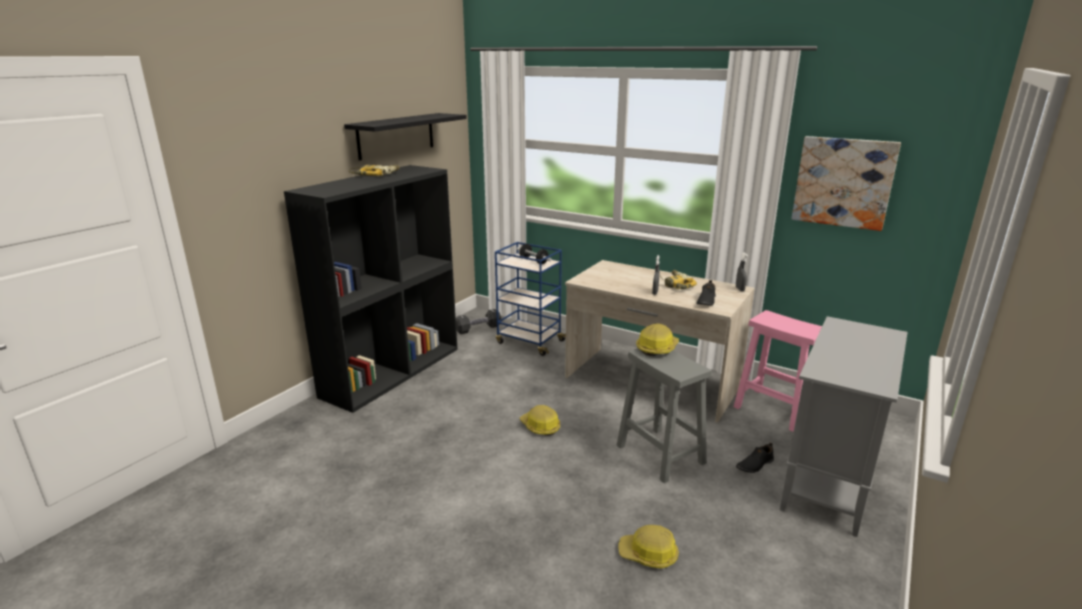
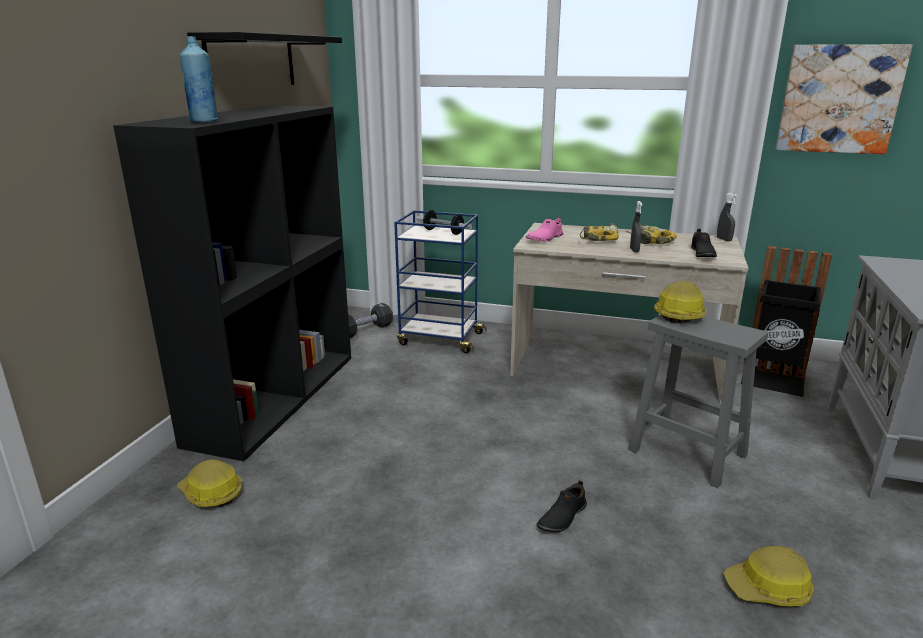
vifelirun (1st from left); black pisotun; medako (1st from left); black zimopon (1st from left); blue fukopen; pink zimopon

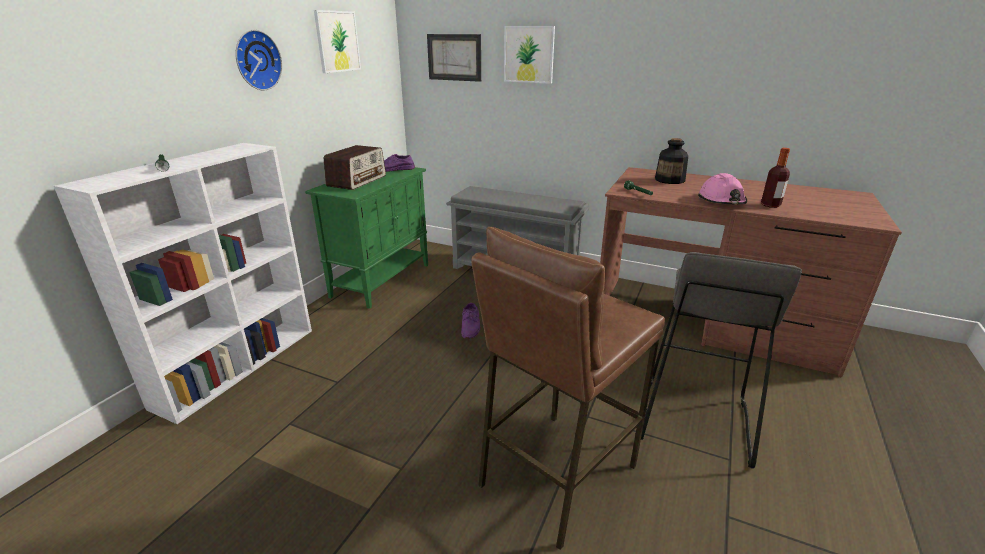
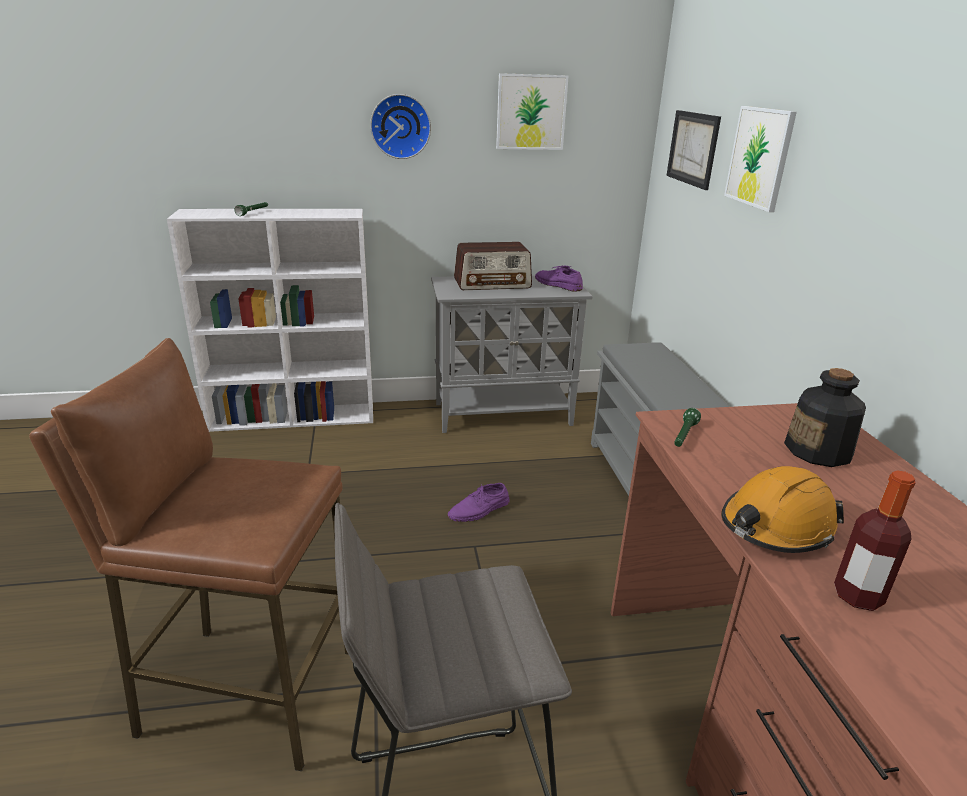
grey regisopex; orange medako

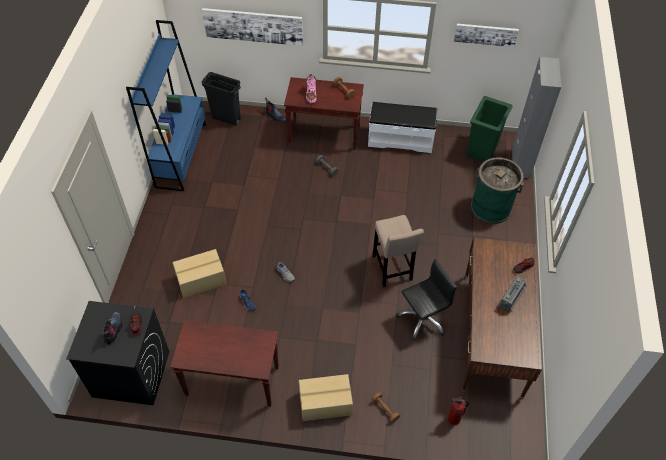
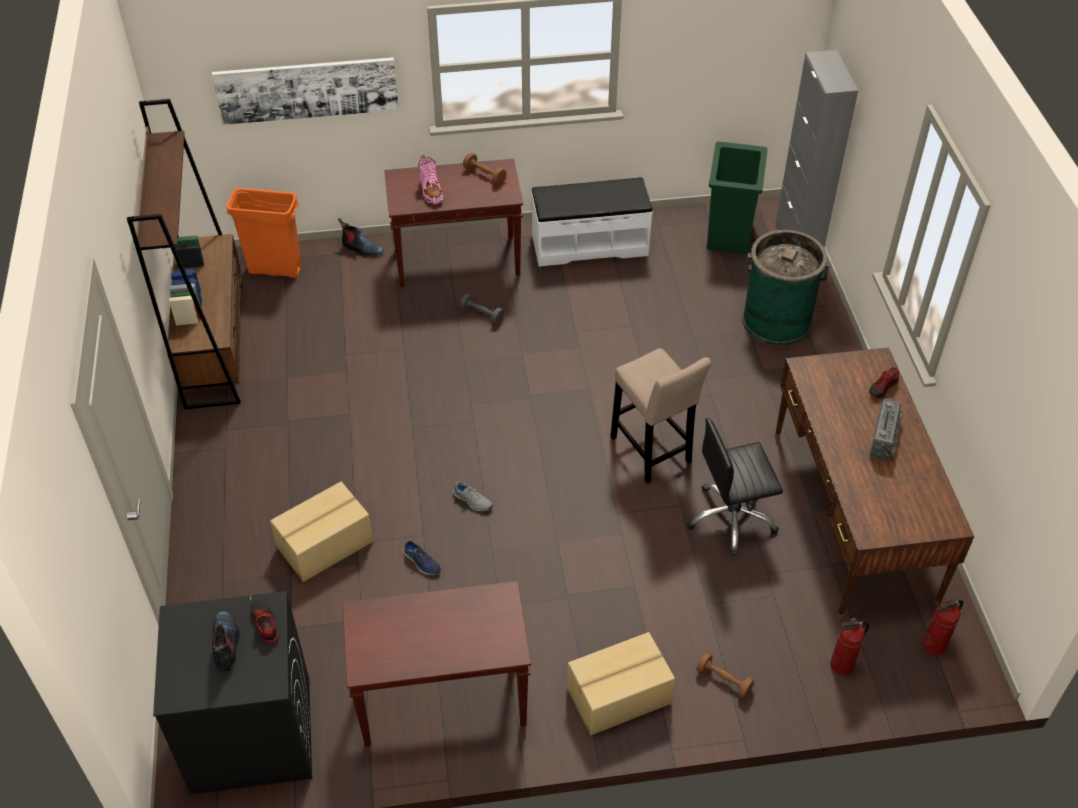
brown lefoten; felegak (2nd from left in the first image); orange pisotun; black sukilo; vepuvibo (2nd from left)

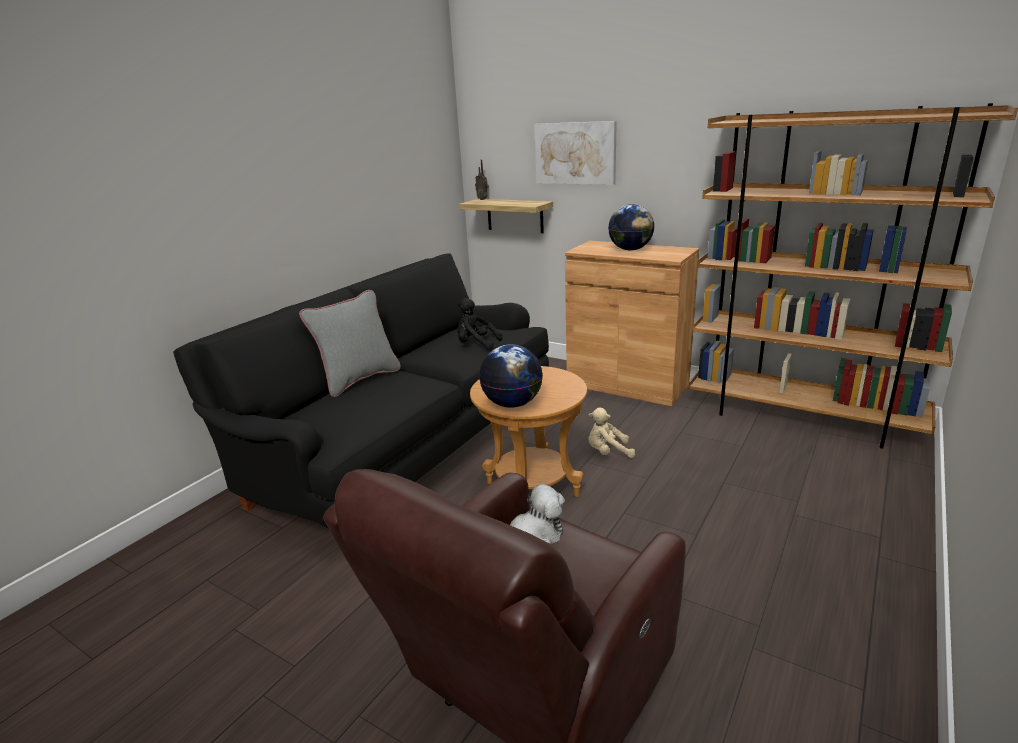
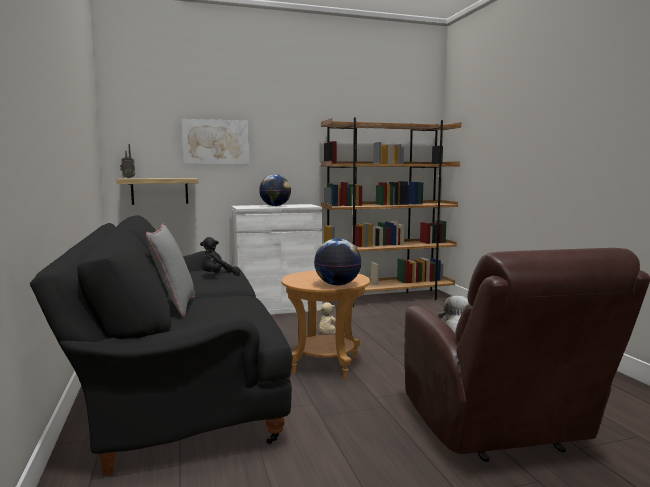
white regisopex

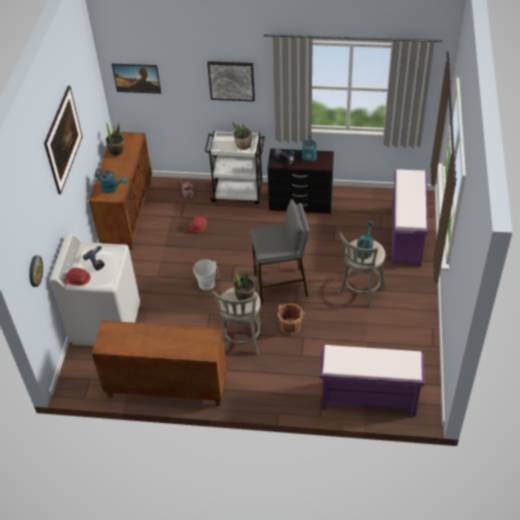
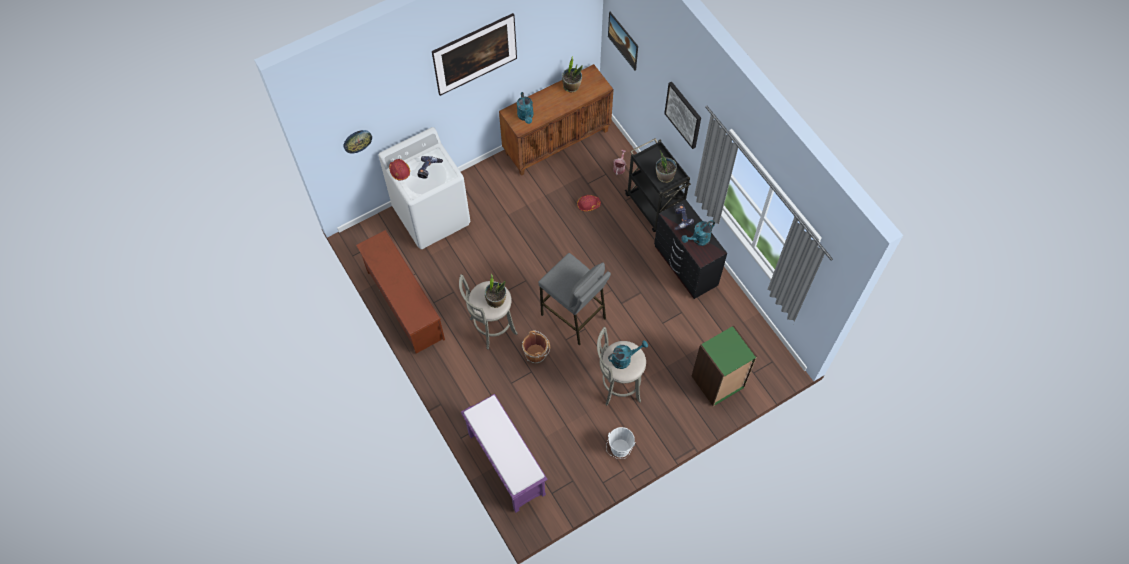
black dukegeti; green lefoten; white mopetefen; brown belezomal

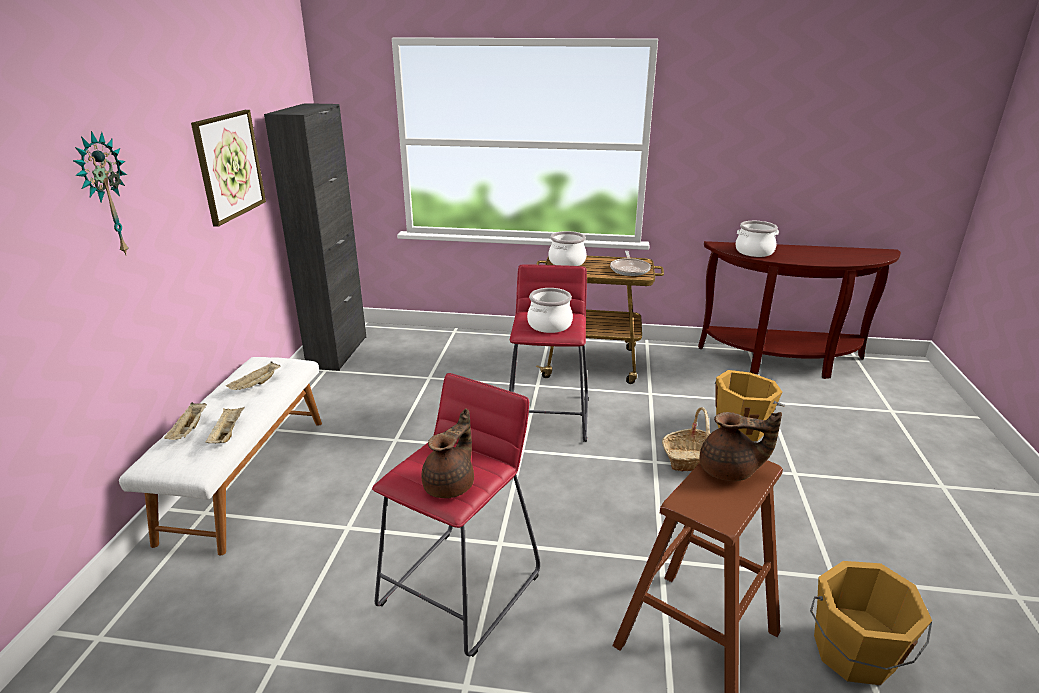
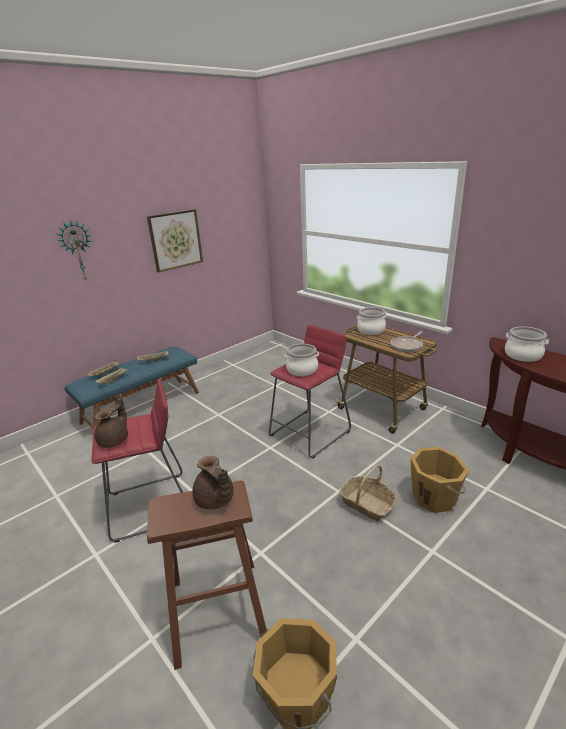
black regisopex; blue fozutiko; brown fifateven (1st from left)

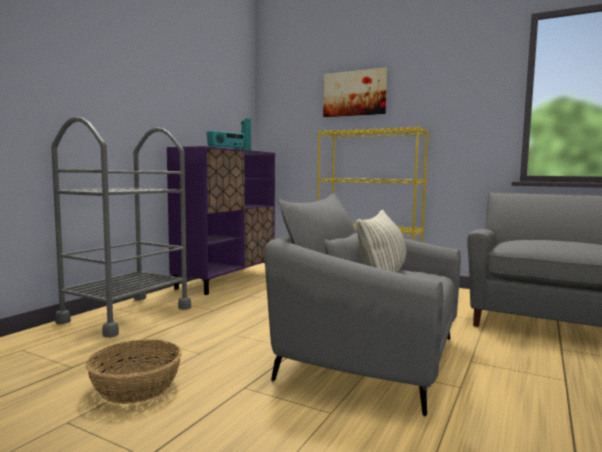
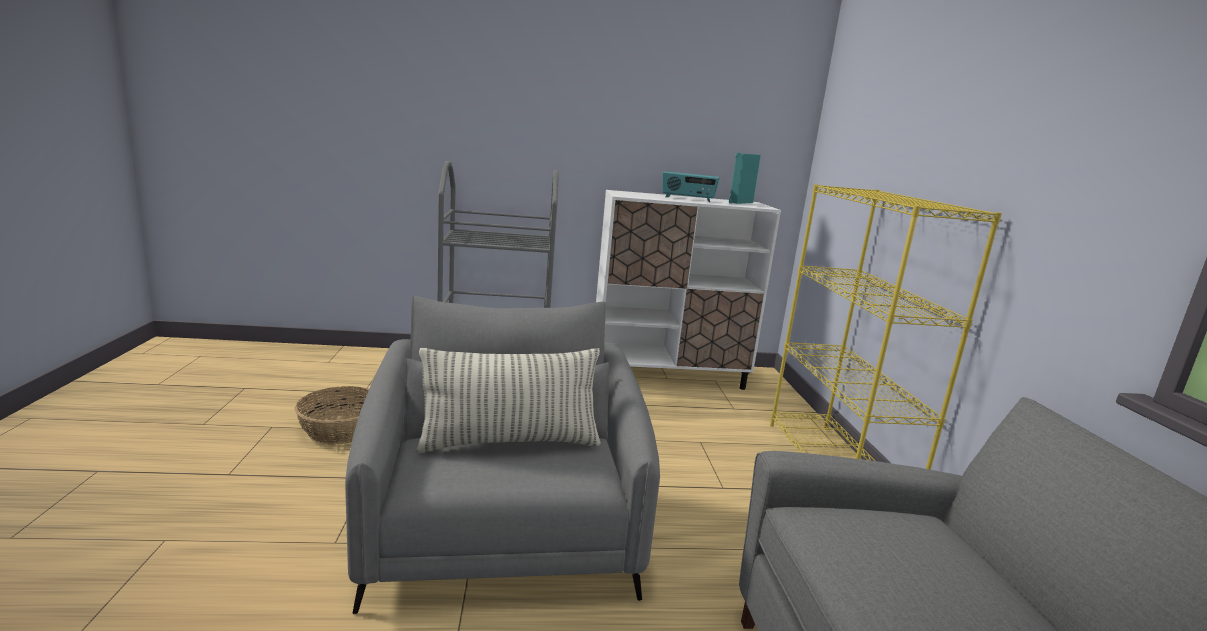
felegak; white regisopex

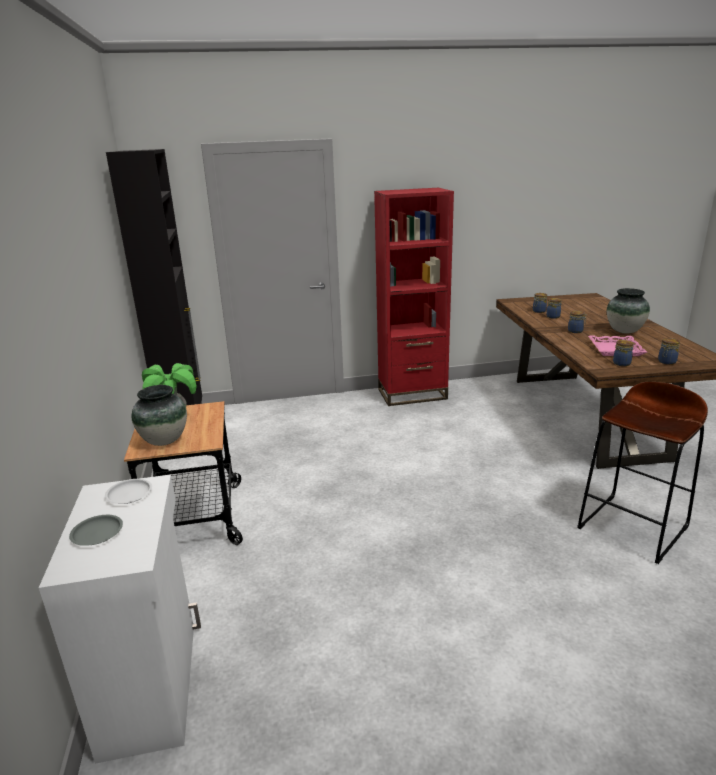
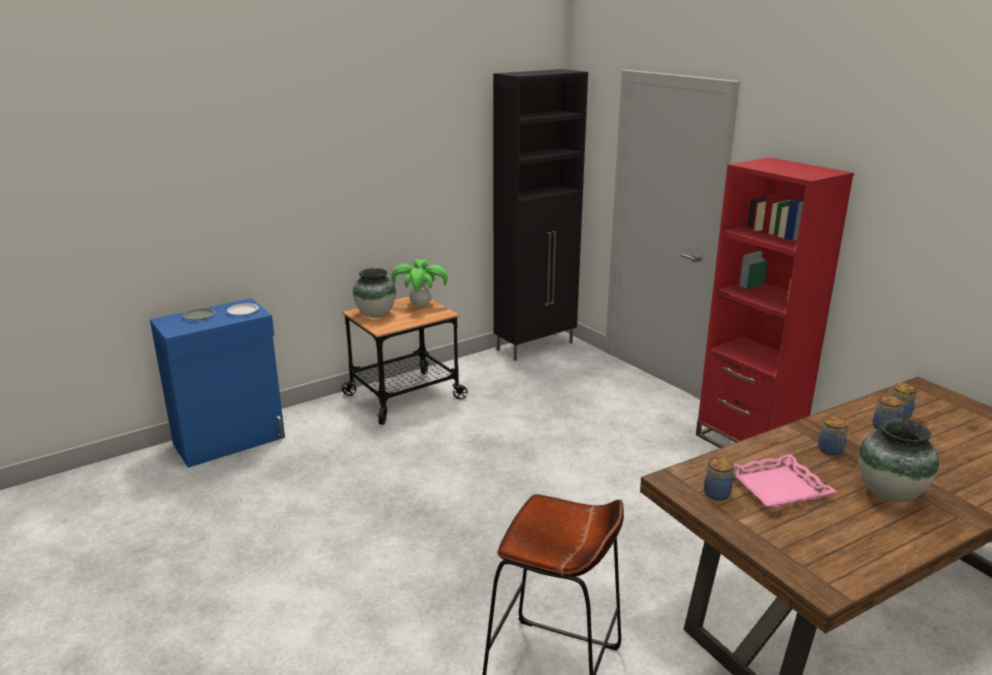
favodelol (5th from left in the first image); blue regisopex

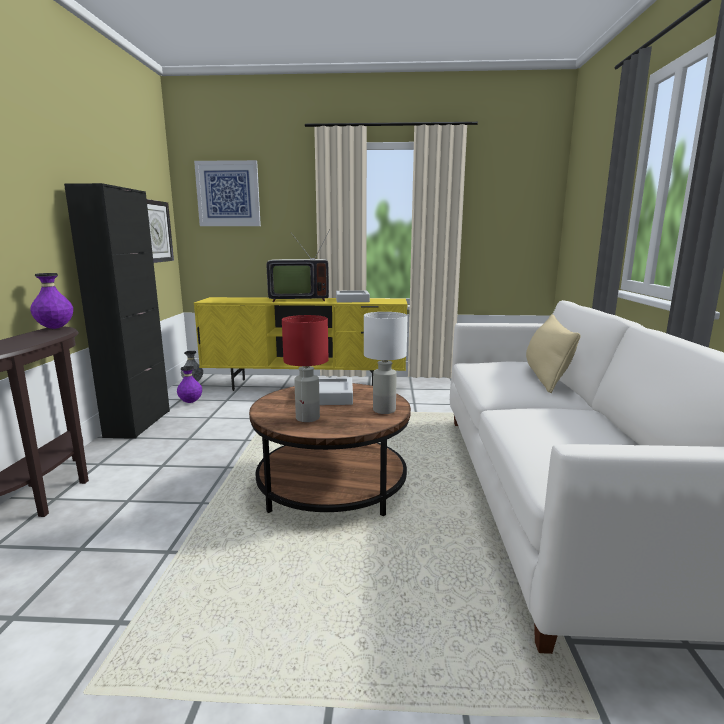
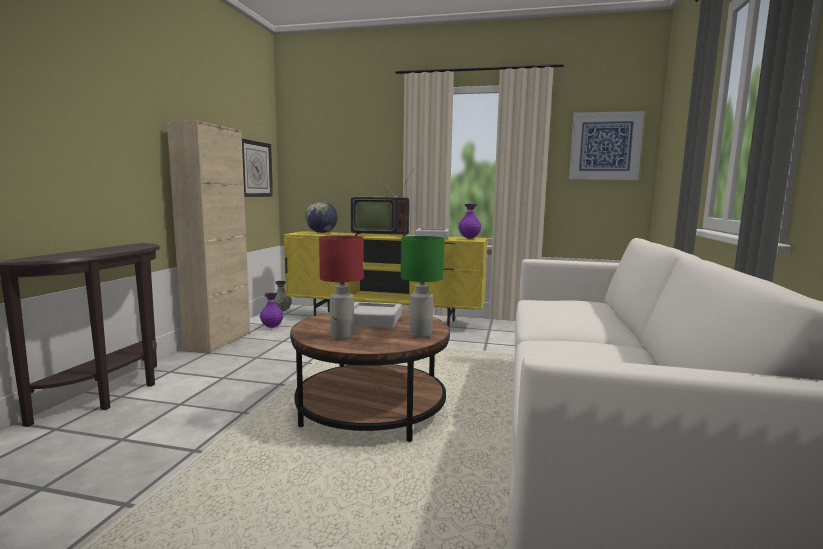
felegak; beige regisopex; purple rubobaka (2nd from left); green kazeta; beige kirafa; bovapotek

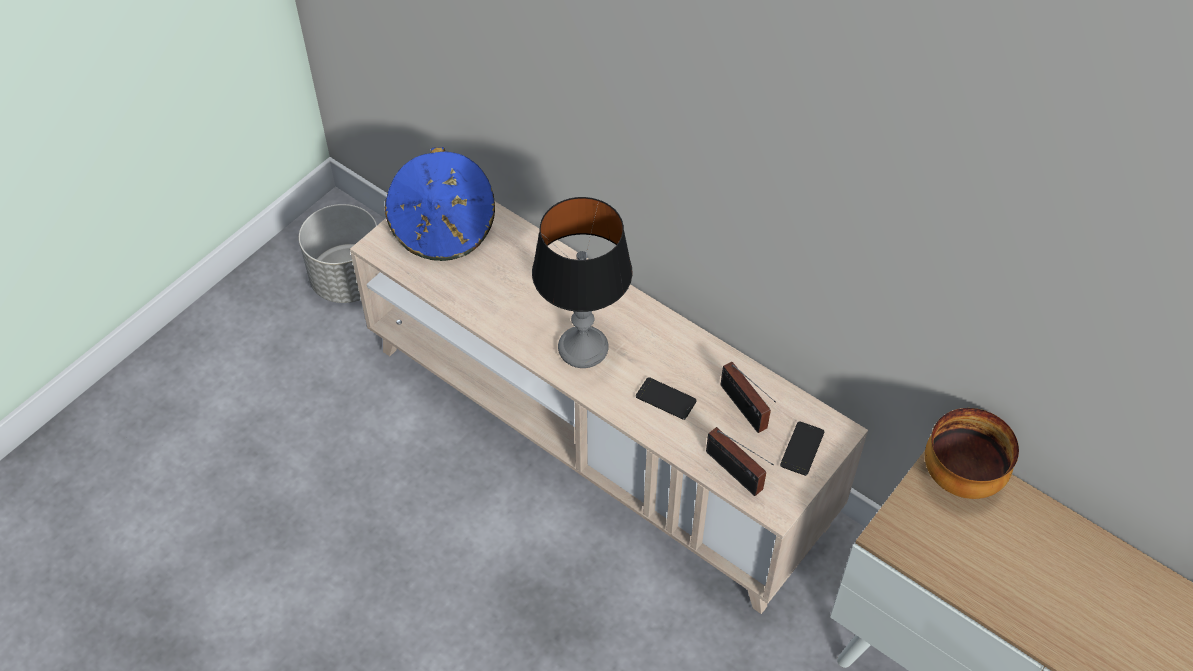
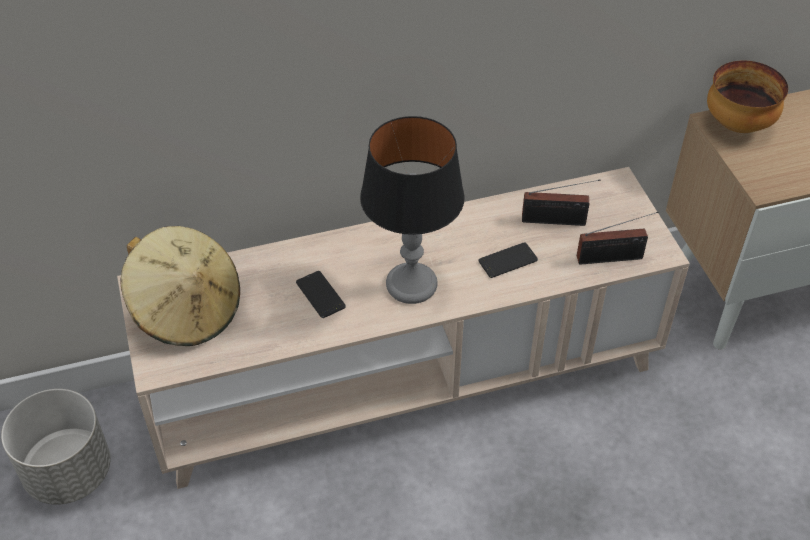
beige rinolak; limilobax (1st from left)

